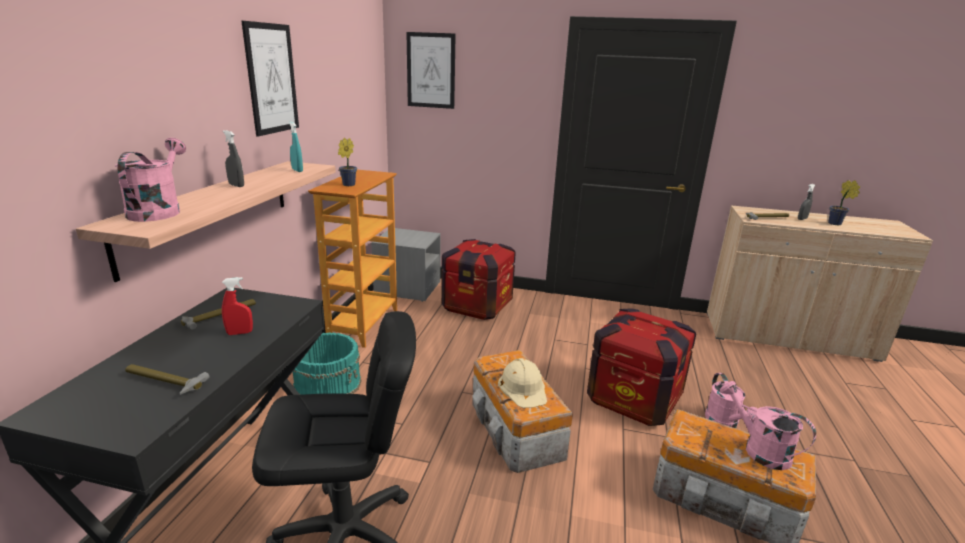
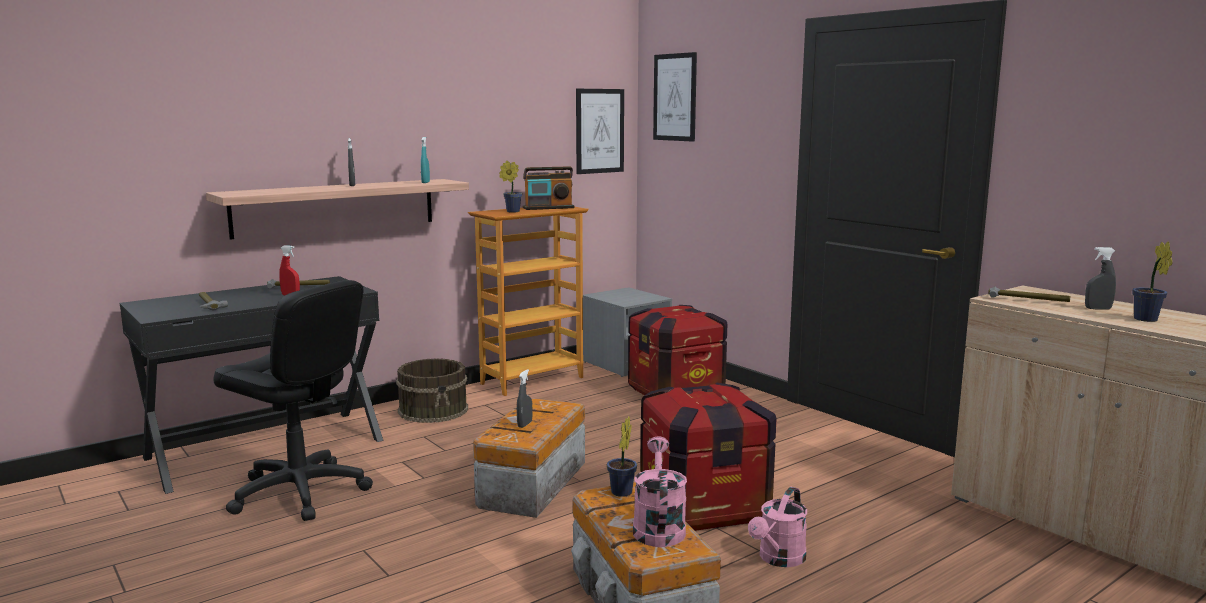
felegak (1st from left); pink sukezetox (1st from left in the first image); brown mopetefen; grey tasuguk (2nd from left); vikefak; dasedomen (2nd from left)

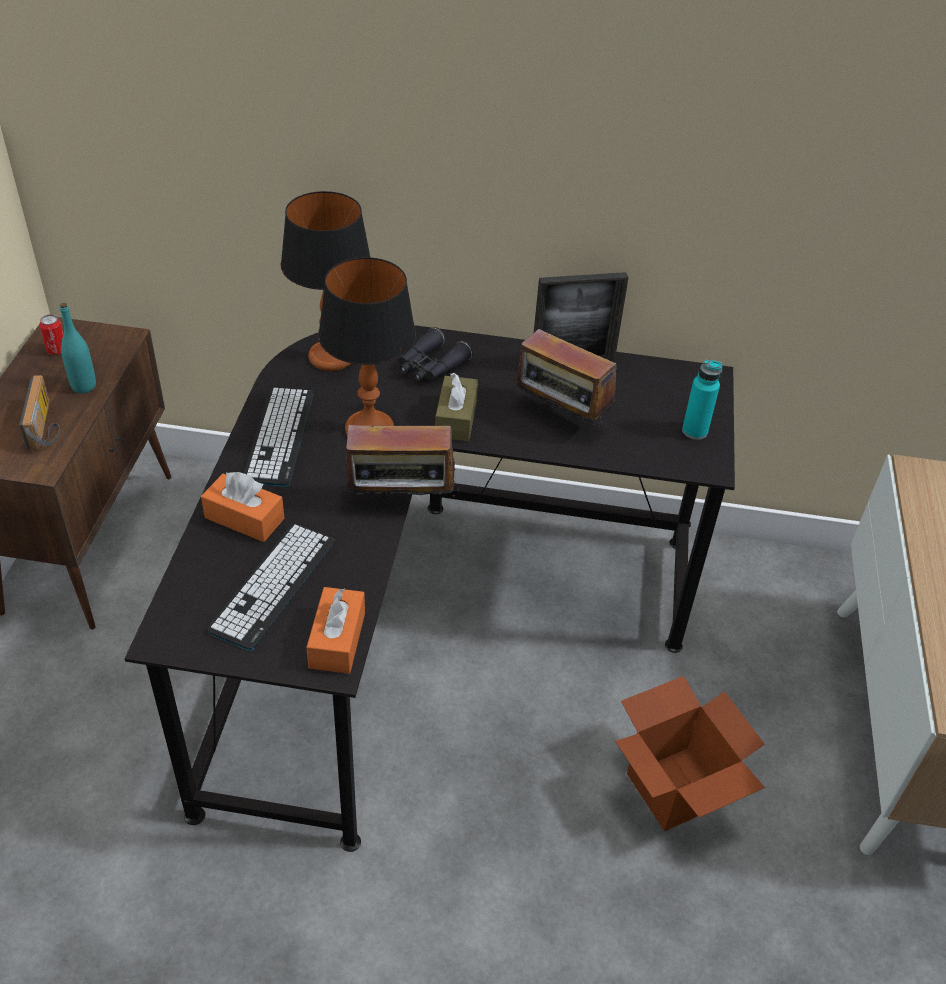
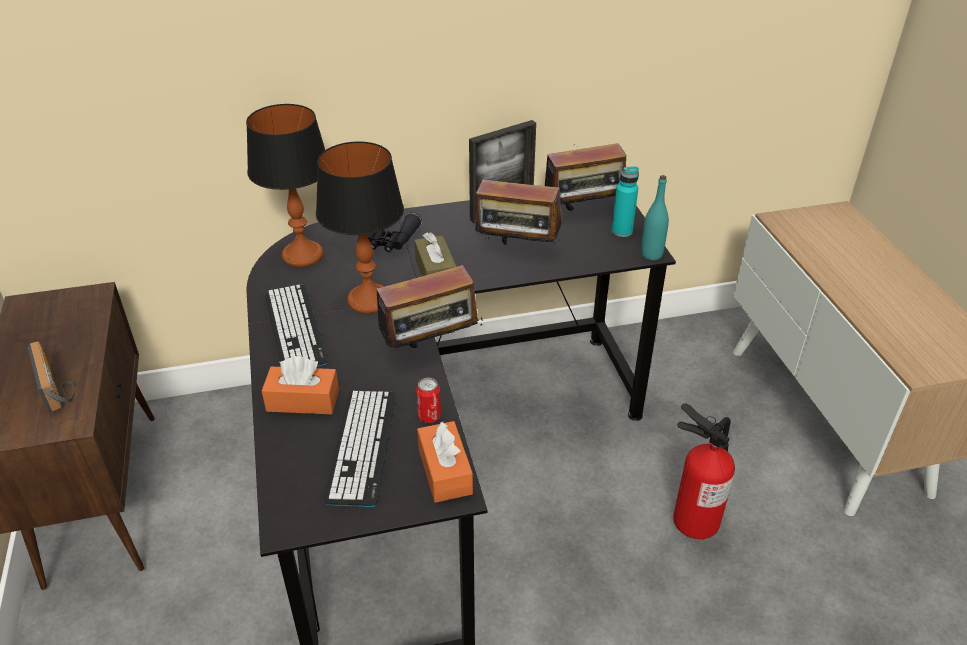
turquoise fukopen (2nd from left); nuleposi; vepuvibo; vikefak (4th from left)

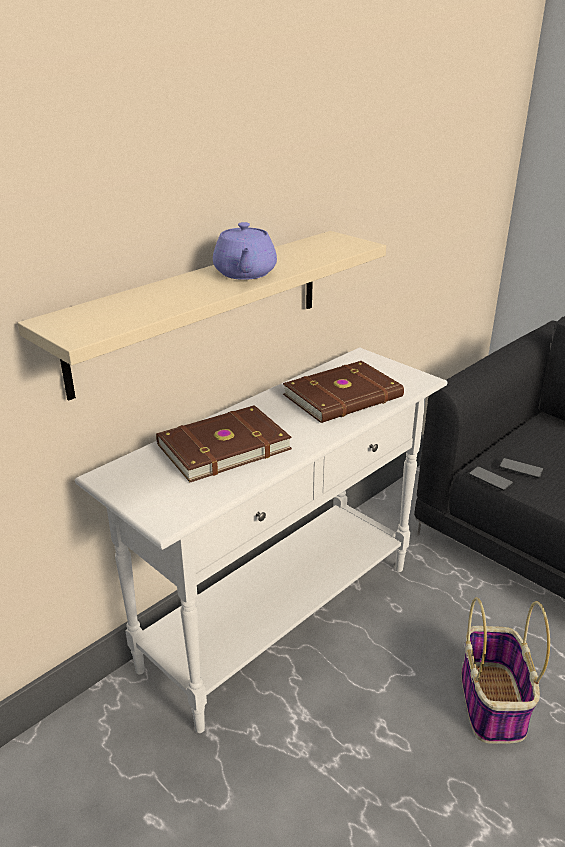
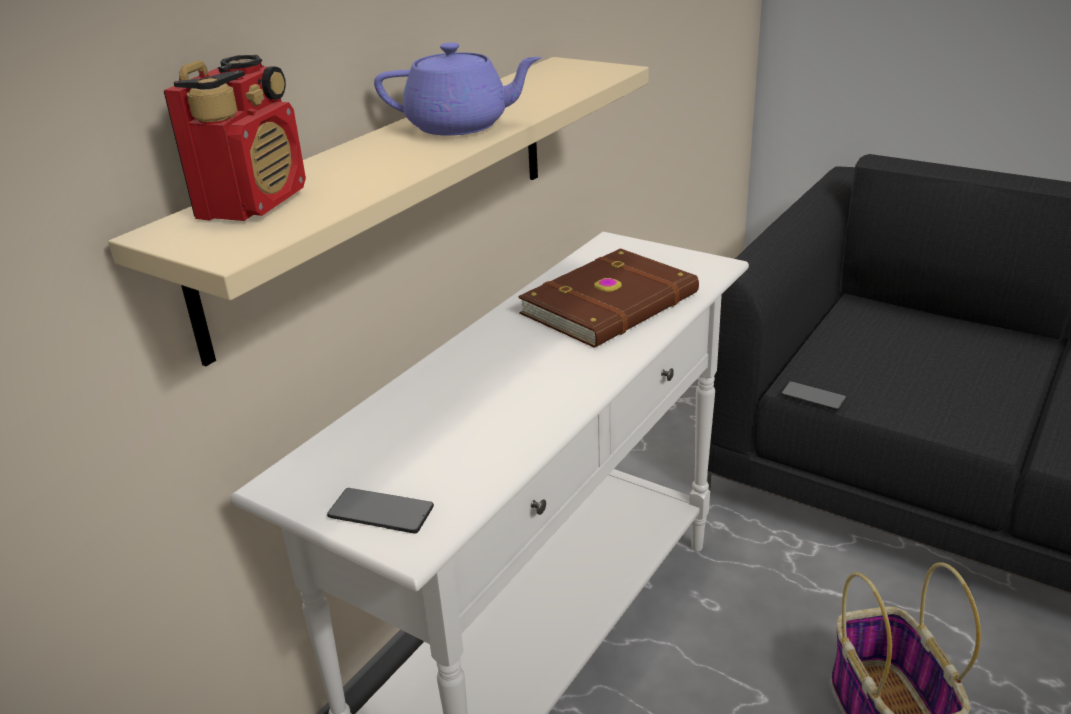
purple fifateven; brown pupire (1st from left in the first image); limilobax (1st from left); vikefak

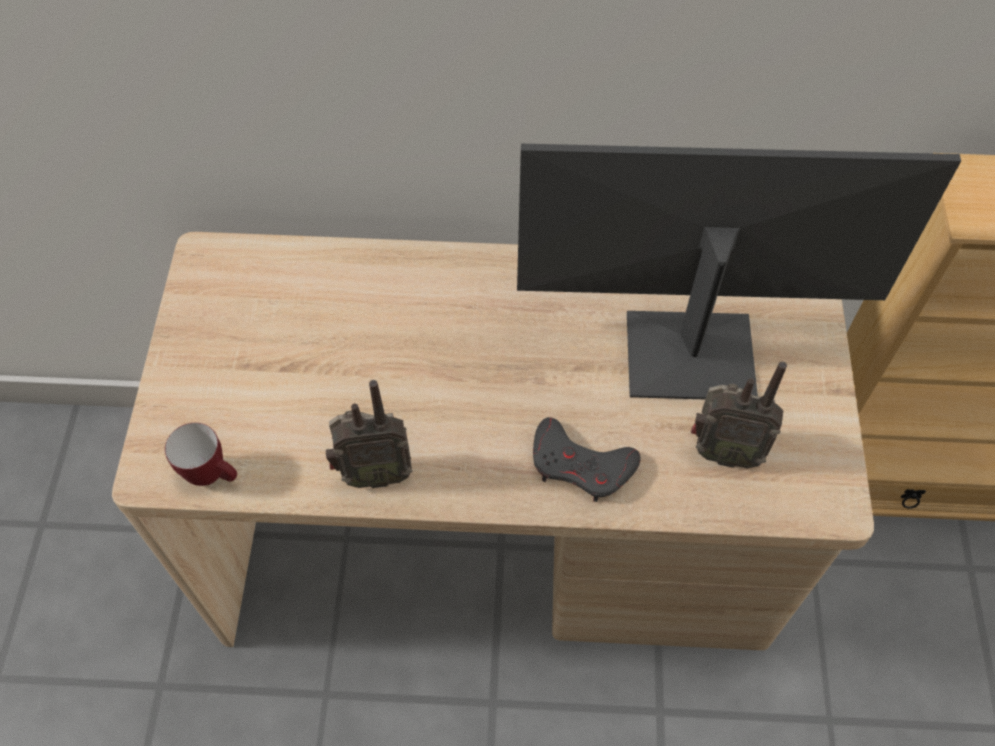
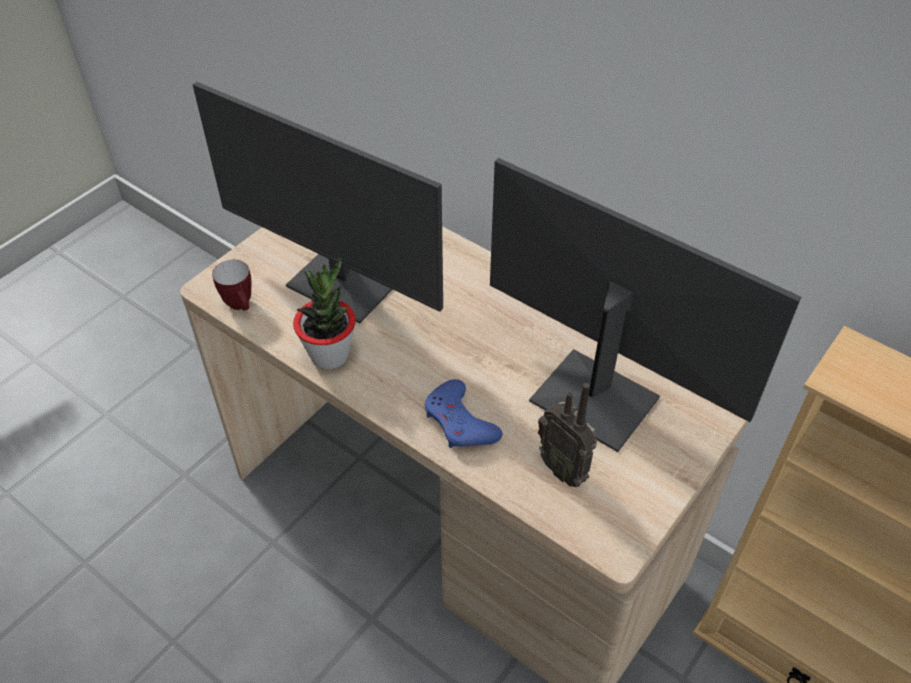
dasedomen; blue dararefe; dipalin (1st from left)

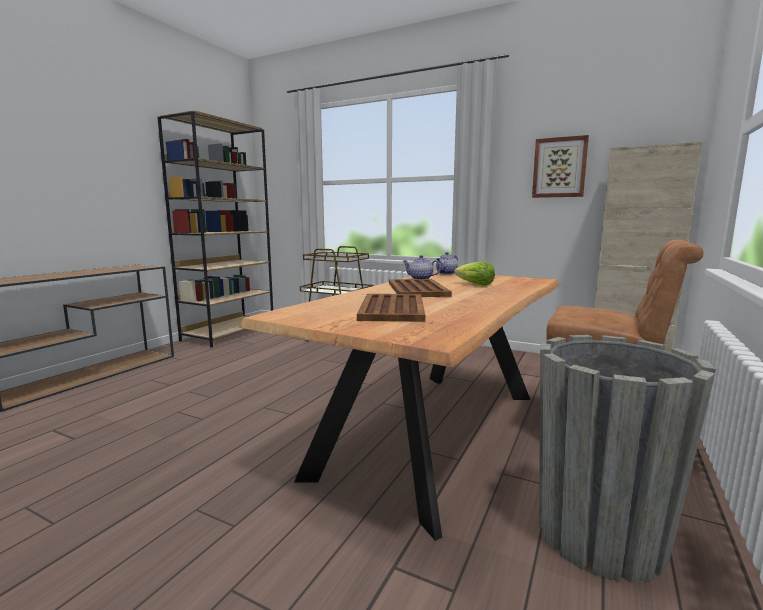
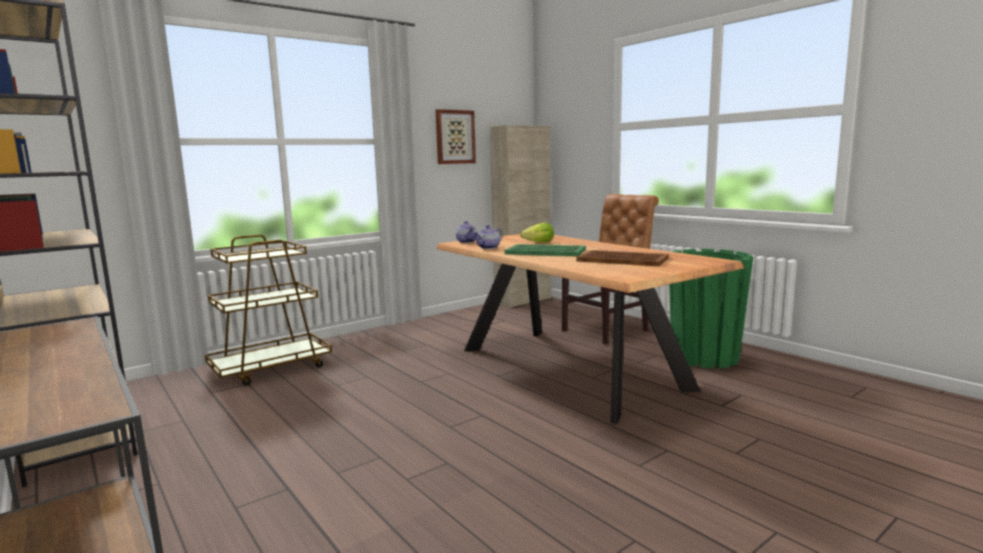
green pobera; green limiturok

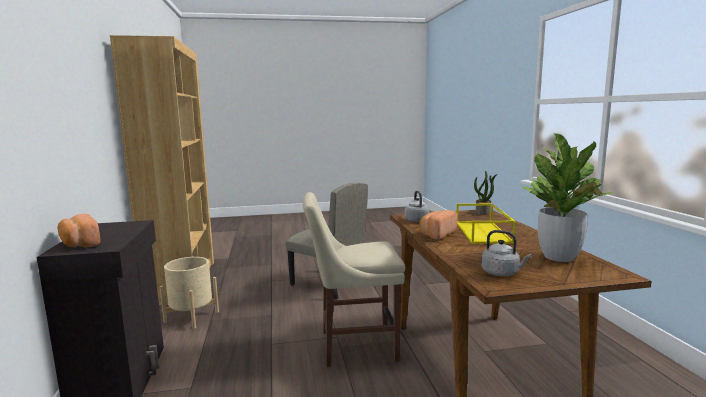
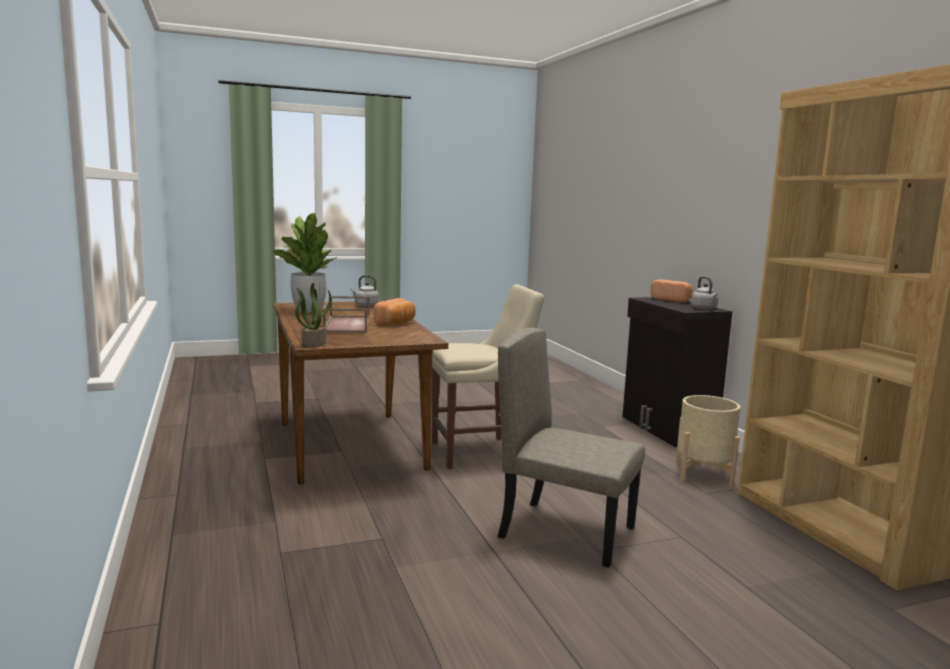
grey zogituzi (2nd from left); brown pobera

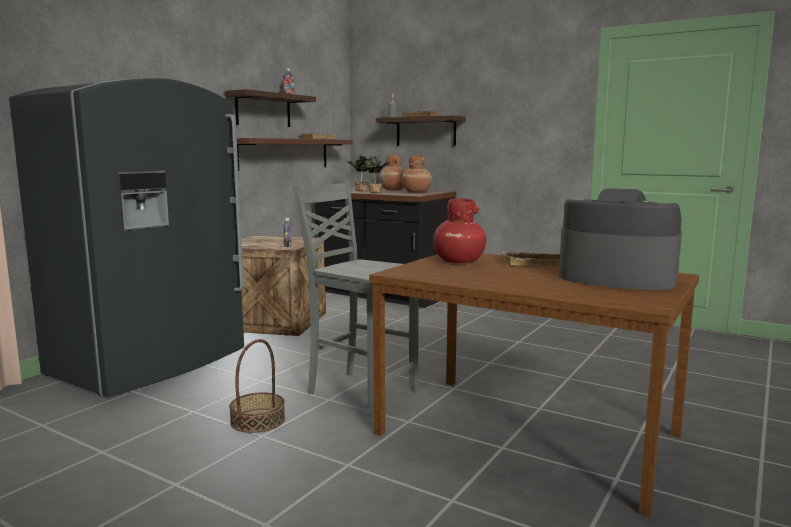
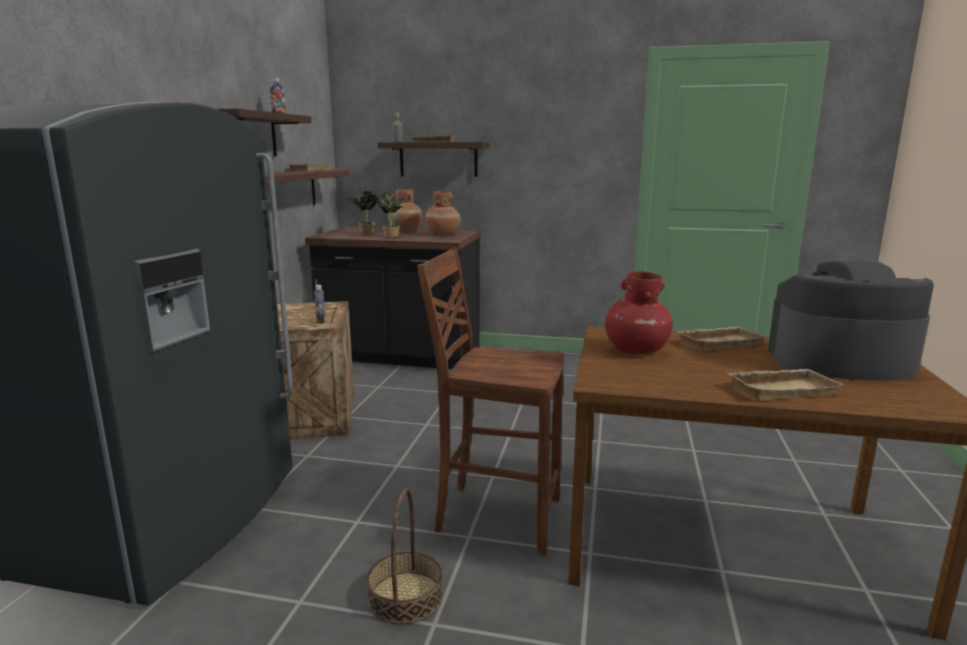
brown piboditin; beige pobera (4th from left)

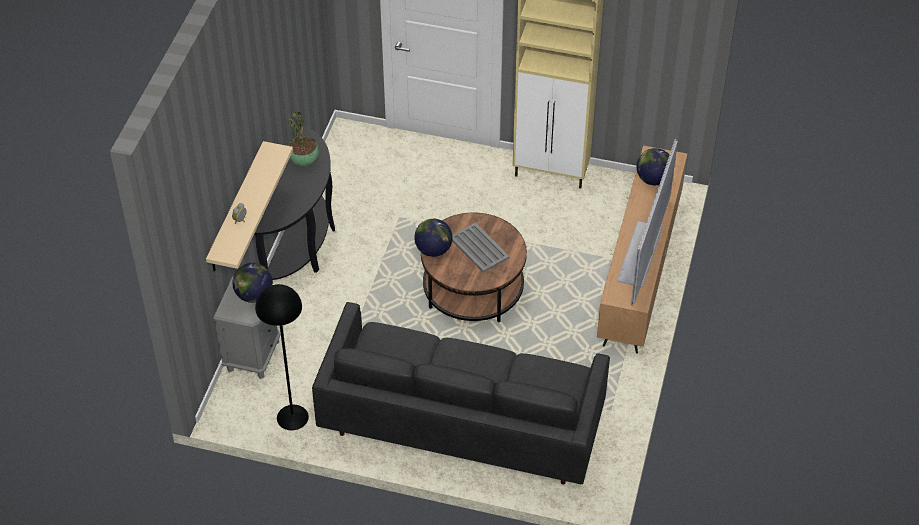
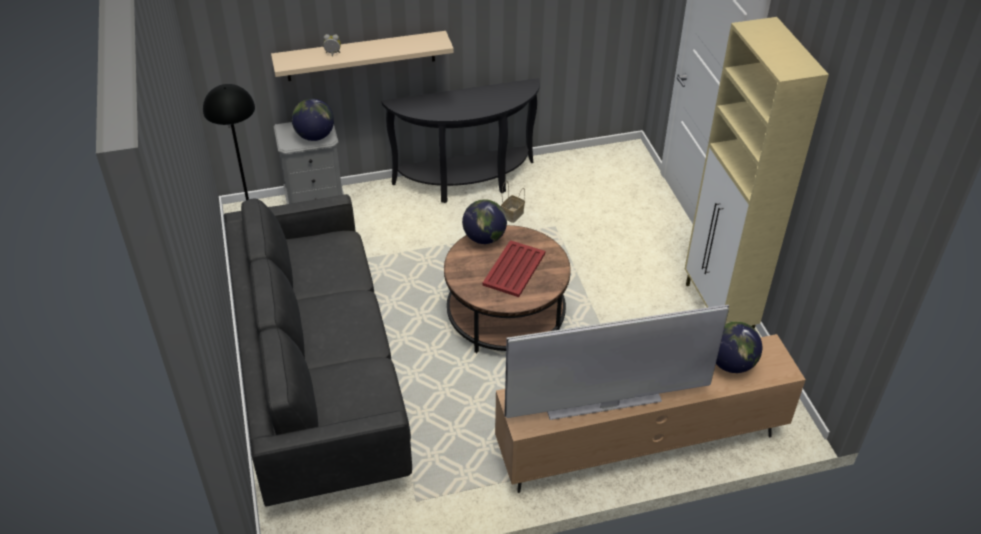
dasedomen; red pobera; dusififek

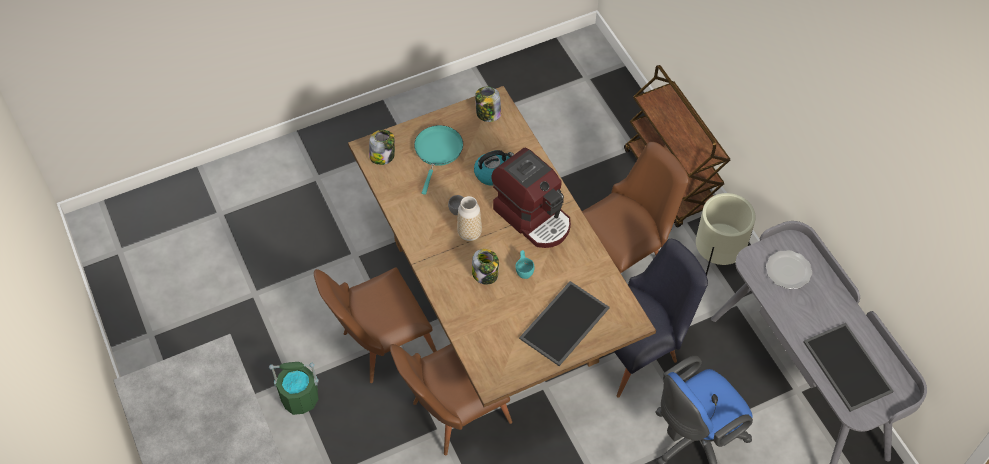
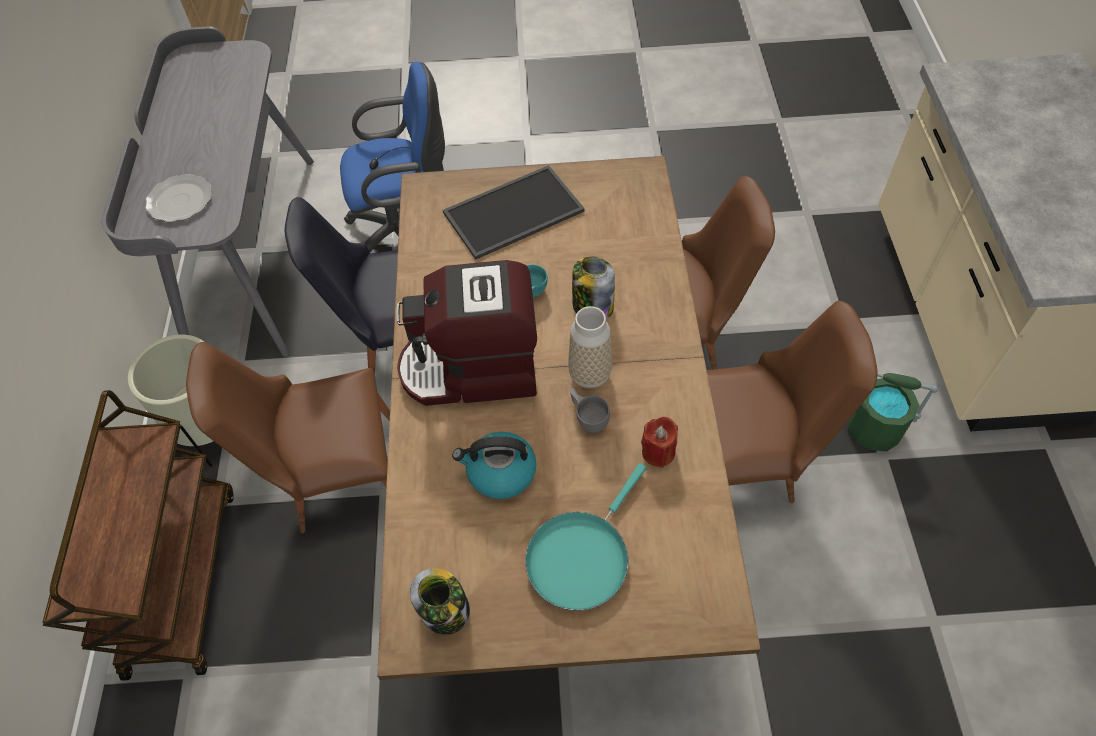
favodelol (1st from left in the first image); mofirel; pobera (2nd from left in the first image); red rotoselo

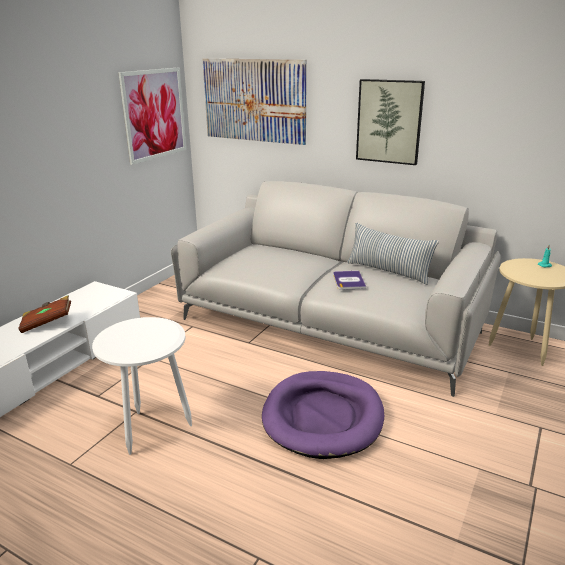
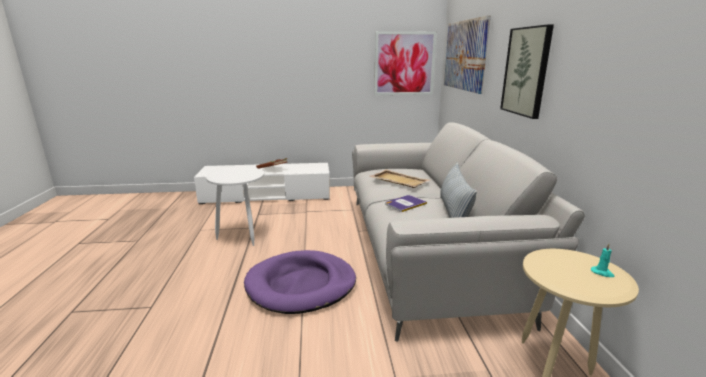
beige pobera

